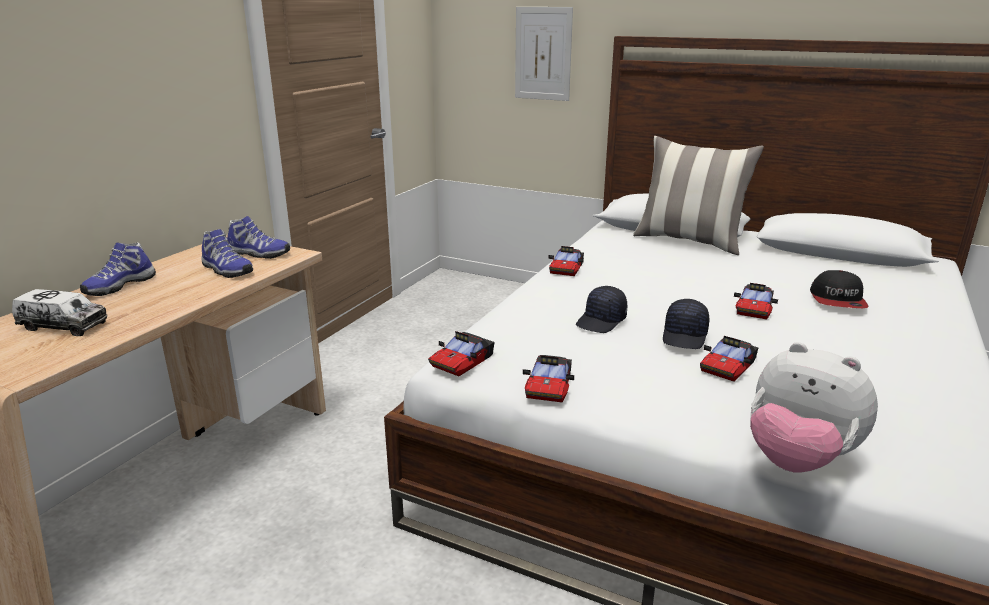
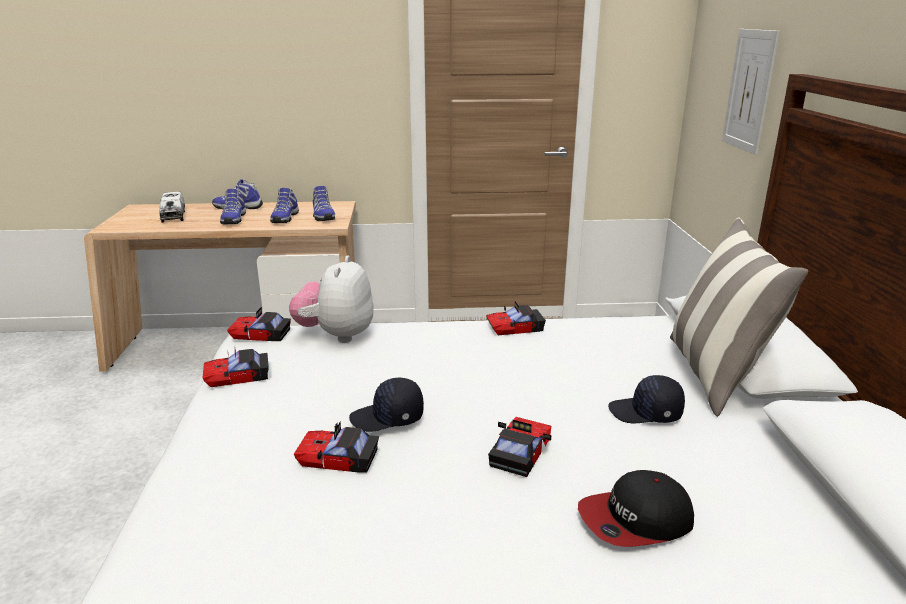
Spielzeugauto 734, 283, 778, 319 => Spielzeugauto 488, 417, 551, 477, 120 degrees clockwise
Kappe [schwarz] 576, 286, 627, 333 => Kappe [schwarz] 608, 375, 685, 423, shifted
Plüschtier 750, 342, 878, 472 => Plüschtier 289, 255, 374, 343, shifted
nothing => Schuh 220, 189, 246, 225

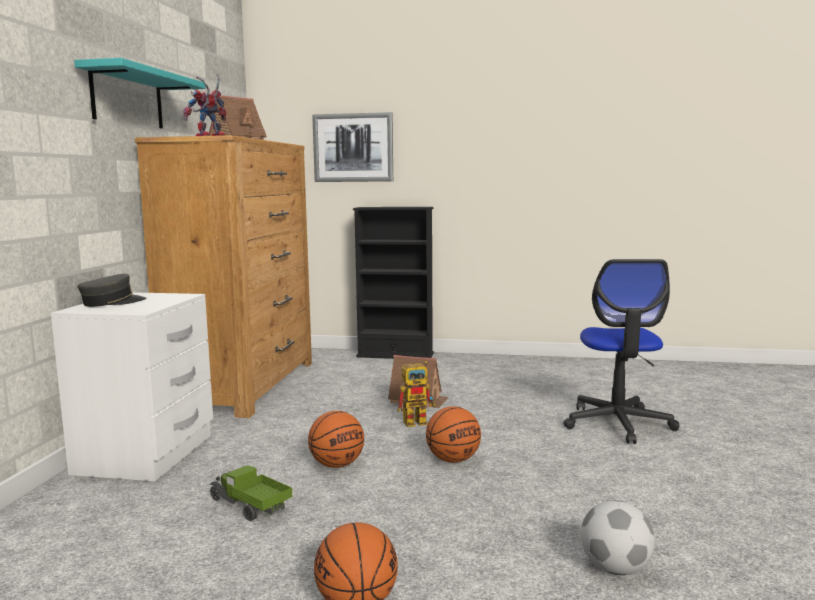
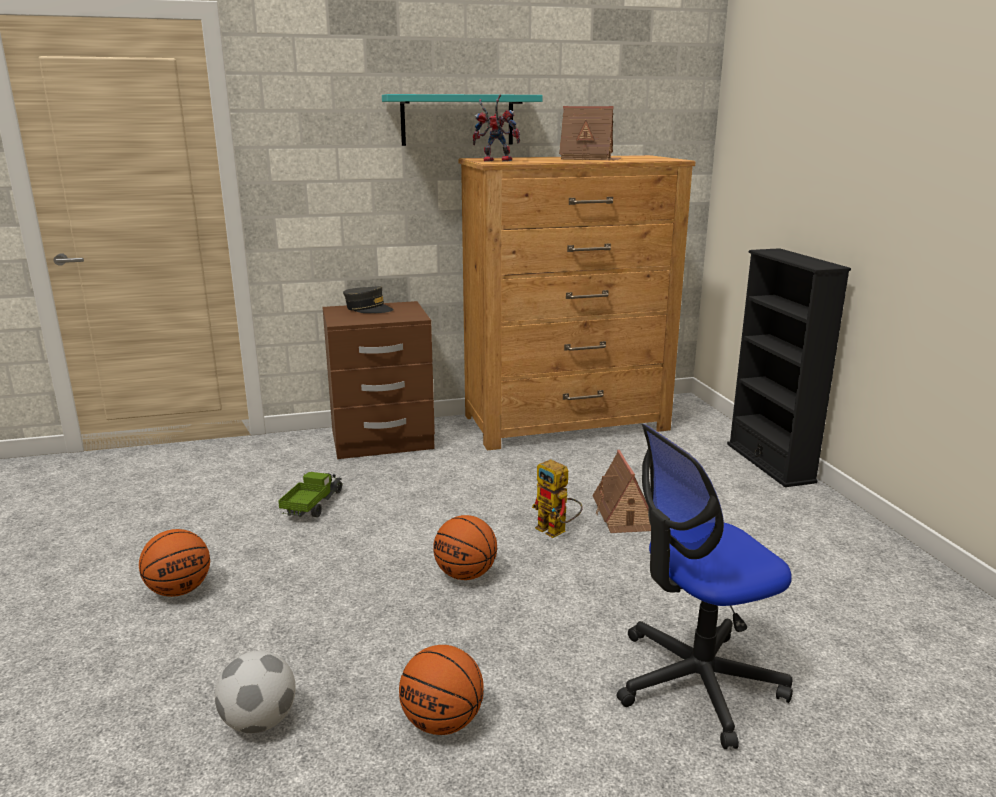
Bild 312, 112, 393, 182 => nothing
Nachttisch [weiß] 51, 292, 213, 481 => Nachttisch [braun] 323, 301, 435, 459
Basketball 308, 411, 364, 468 => Basketball 399, 645, 484, 735, shifted

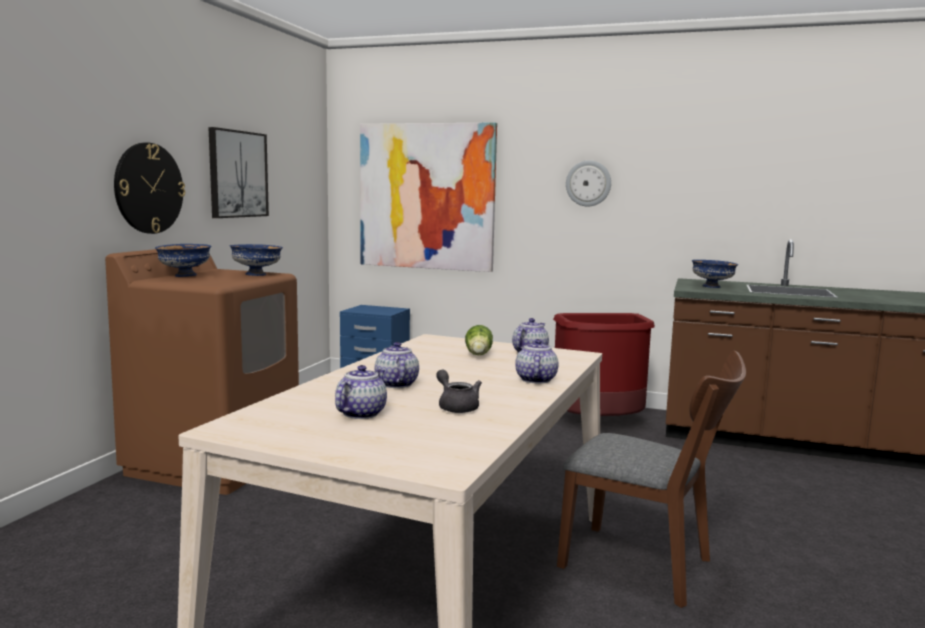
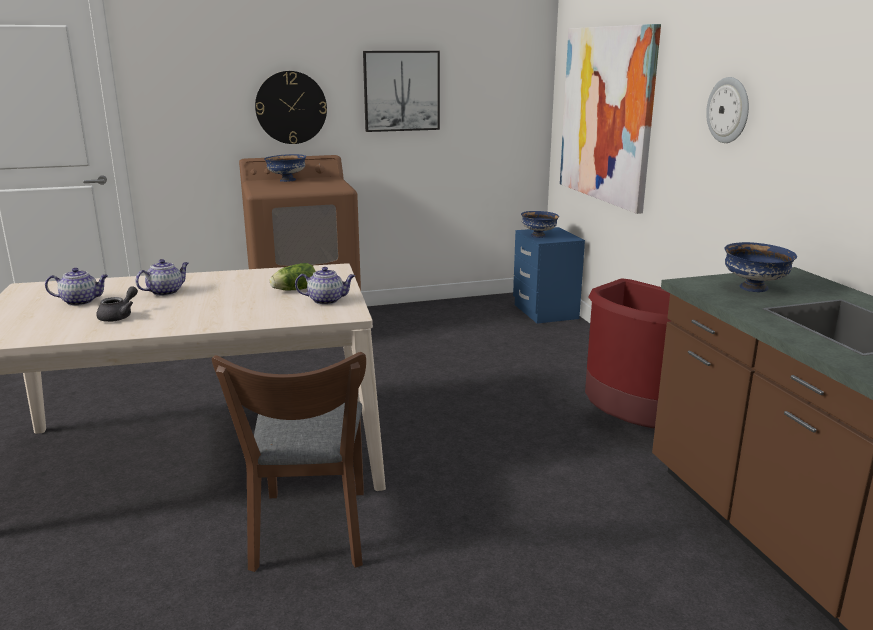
Schüssel [blau] 230, 244, 283, 276 => Schüssel [blau] 521, 211, 559, 238, shifted
Teekanne 515, 339, 558, 384 => nothing

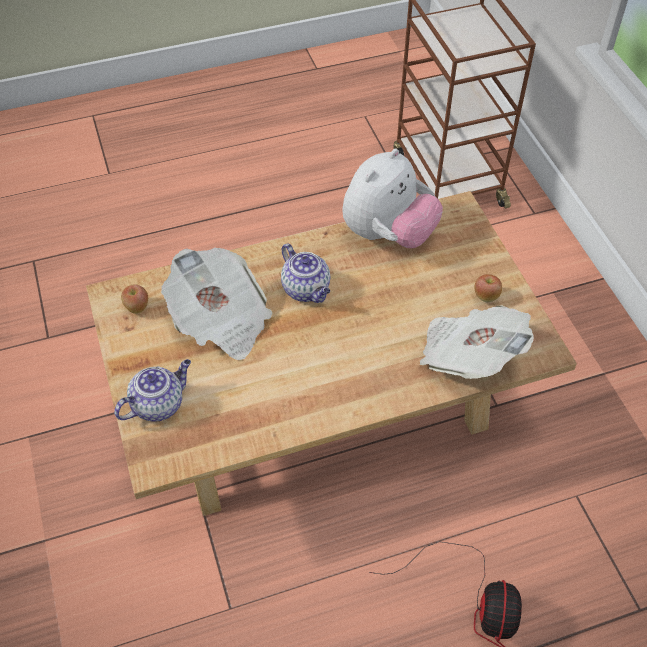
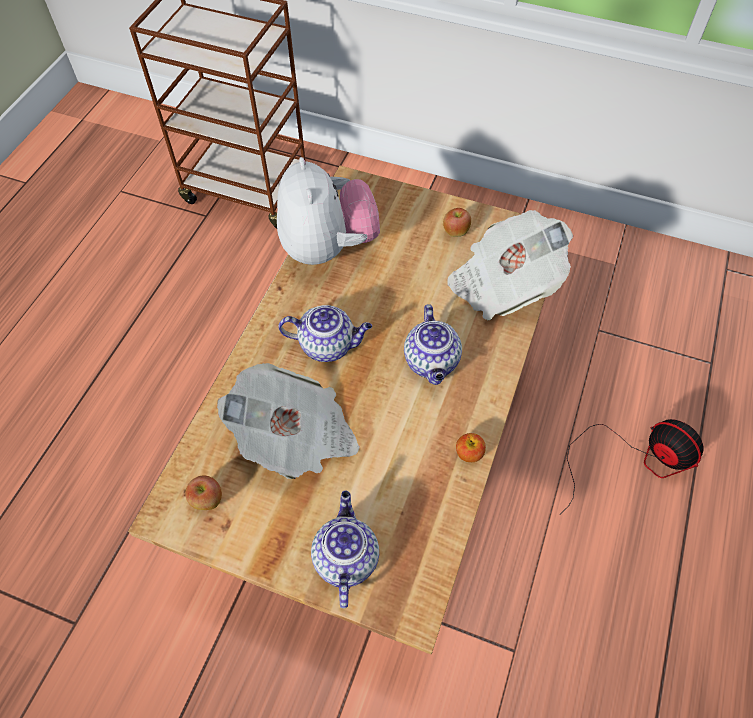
nothing => Teekanne 404, 304, 462, 385
nothing => Apfel 456, 433, 486, 462

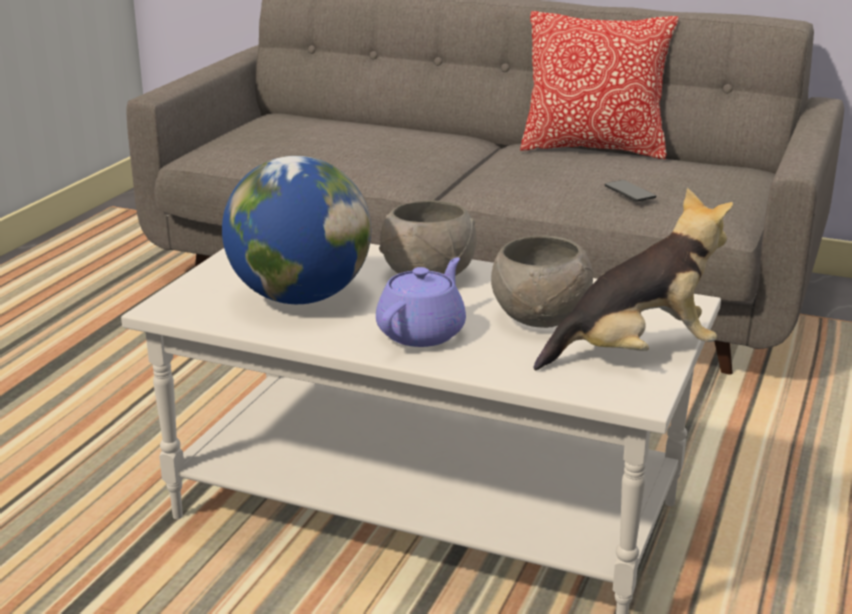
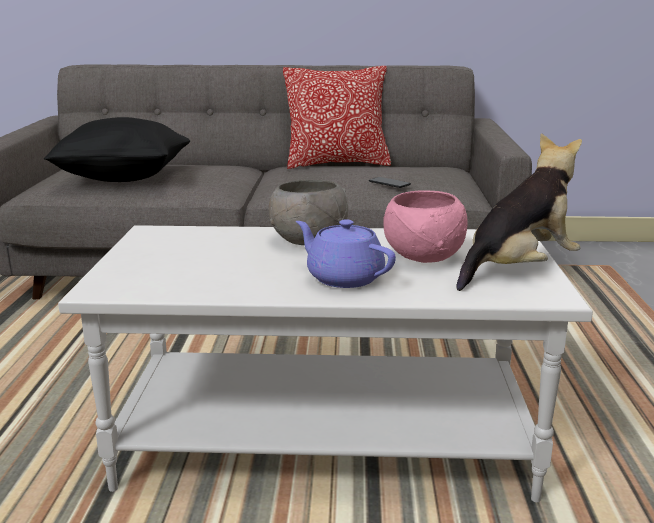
Globus 222, 156, 371, 304 => nothing
Schüssel [grau] 491, 236, 593, 328 => Schüssel [rosa] 383, 190, 468, 263
Teekanne [lila] 376, 257, 466, 347 => Teekanne [lila] 296, 220, 396, 288, 60 degrees counterclockwise
nothing => Kissen [schwarz] 43, 117, 190, 182

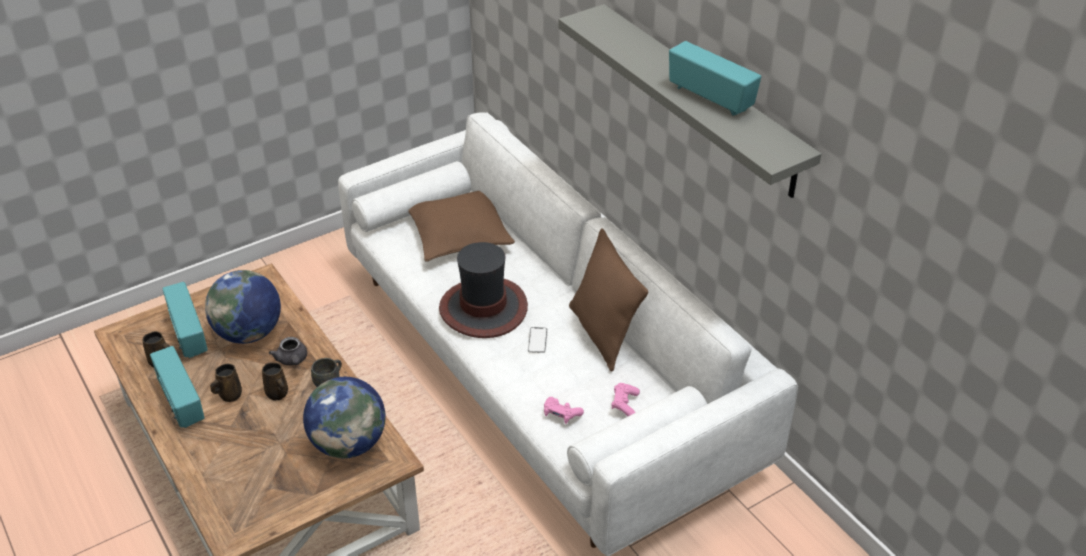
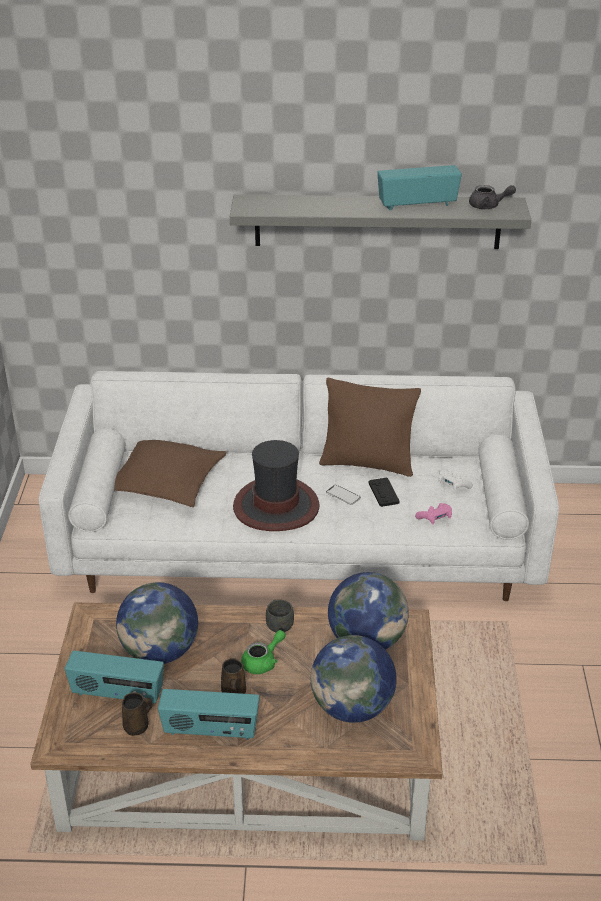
Teekanne [grau] 269, 337, 307, 366 => Teekanne [grau] 469, 185, 516, 209, shifted
Henkelbecher [braun] 262, 362, 288, 400 => Teekanne [grün] 241, 630, 286, 674
Gamepad [rosa] 611, 383, 640, 416 => Gamepad [weiß] 438, 469, 473, 491
nothing => Gamepad [schwarz] 368, 478, 400, 507
nothing => Globus 311, 635, 397, 723

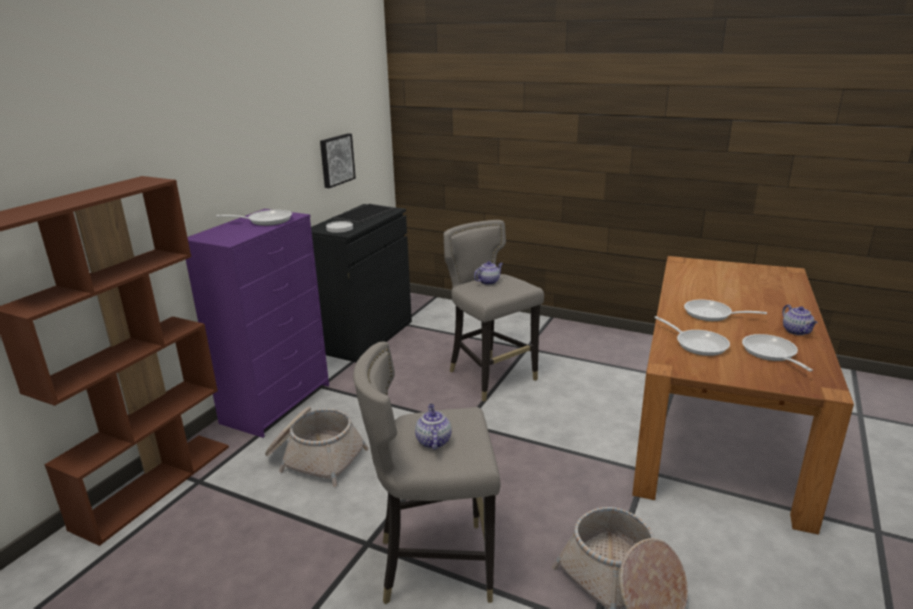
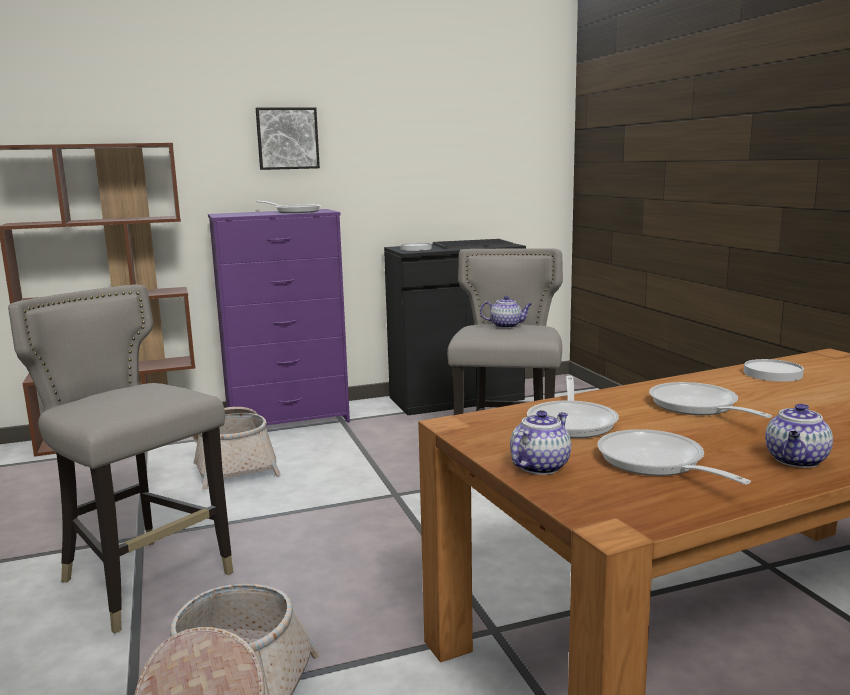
Bild 320, 133, 356, 188 => Bild 256, 108, 320, 170, shifted
Pfanne 742, 334, 813, 371 => Pfanne 597, 429, 751, 485, 60 degrees counterclockwise
Teekanne 415, 404, 452, 450 => Teekanne 510, 410, 571, 475, shifted
nothing => Teller [weiß] 744, 359, 804, 382

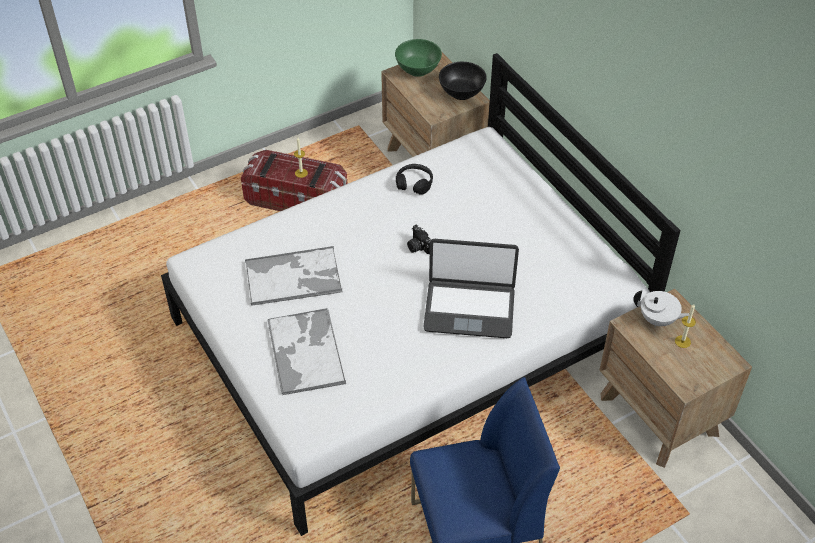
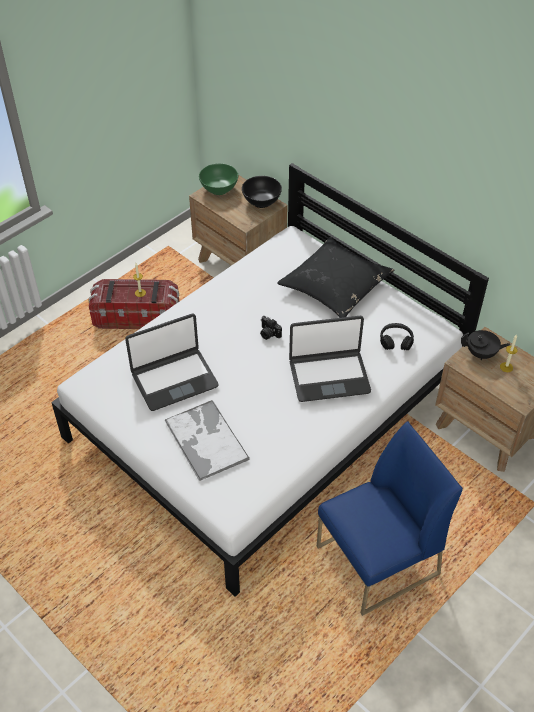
Kopfhörer [schwarz] 396, 164, 433, 195 => Kopfhörer [schwarz] 380, 323, 414, 350, shifted
Tablett 245, 246, 342, 306 => Laptop 125, 314, 218, 411
Teekanne [weiß] 633, 290, 689, 327 => Teekanne [schwarz] 461, 330, 510, 360
nothing => Kissen [schwarz] 277, 237, 394, 318

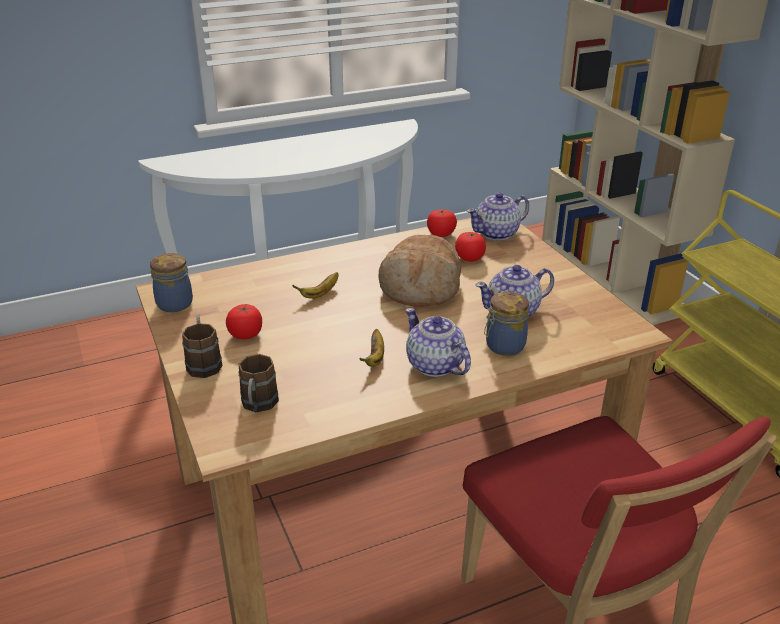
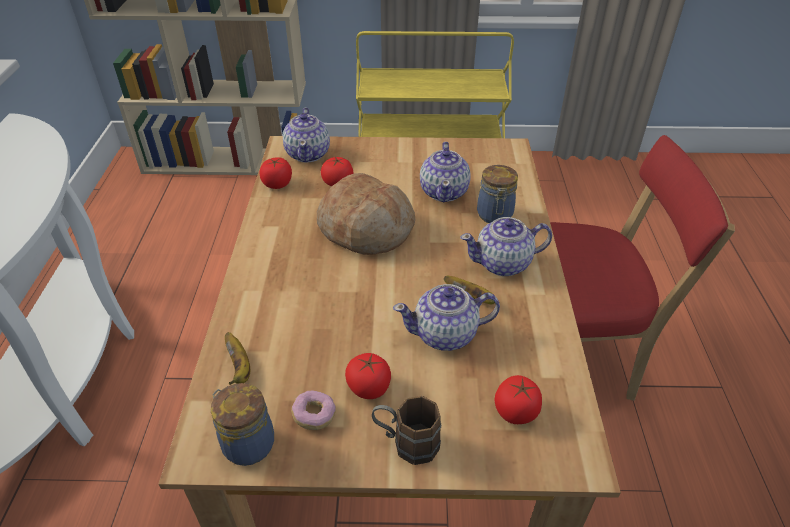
Banane 292, 272, 339, 299 => Banane 225, 332, 250, 385, shifted
Henkelbecher [braun] 238, 354, 279, 413 => Tomate 494, 375, 542, 424
nothing => Teekanne 393, 284, 500, 351
nothing => Donut 291, 391, 336, 430

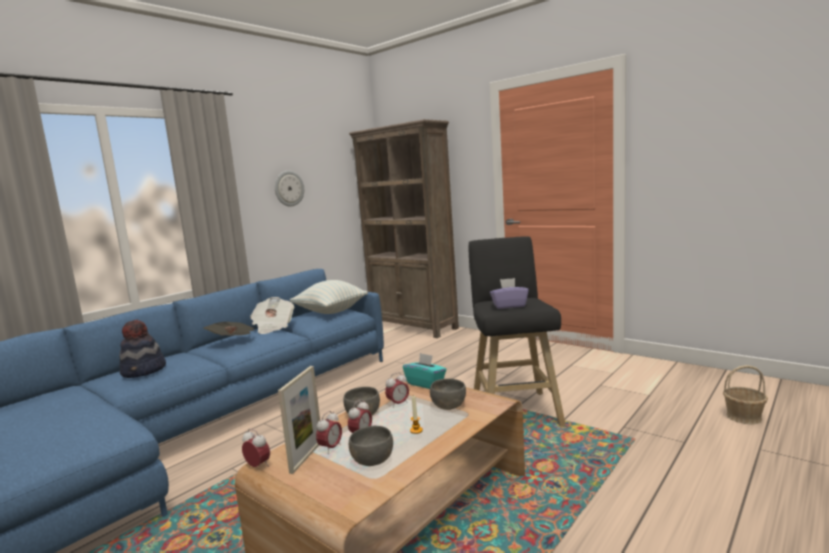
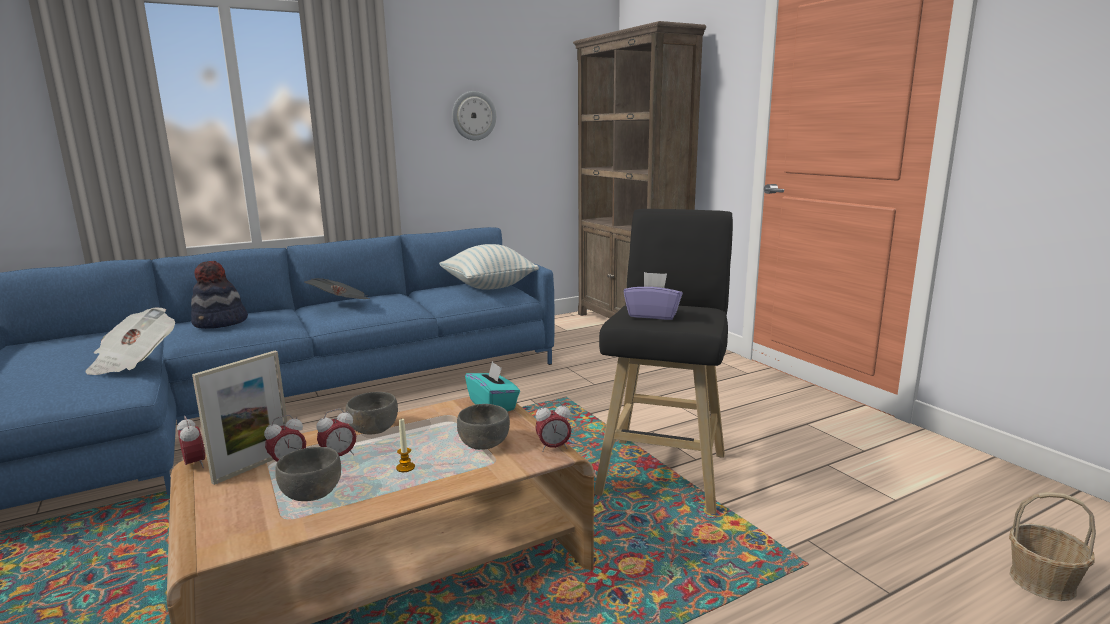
Zeitung 250, 297, 294, 334 => Zeitung 86, 307, 175, 375, shifted
Wecker 385, 372, 409, 408 => Wecker 535, 401, 572, 452, shifted

